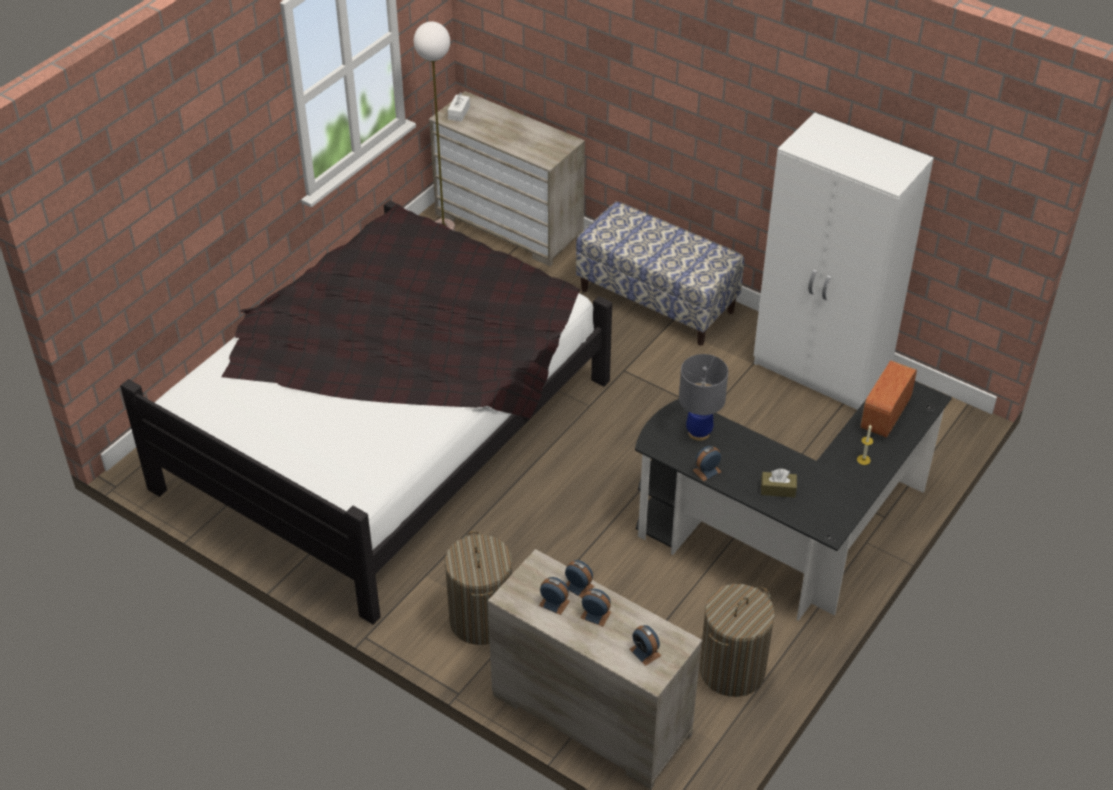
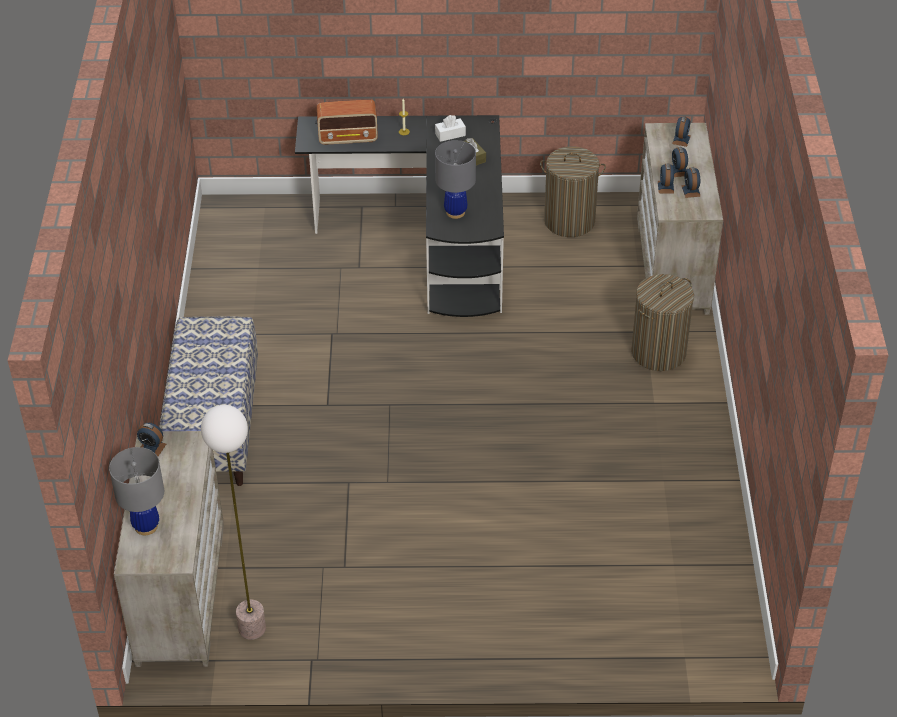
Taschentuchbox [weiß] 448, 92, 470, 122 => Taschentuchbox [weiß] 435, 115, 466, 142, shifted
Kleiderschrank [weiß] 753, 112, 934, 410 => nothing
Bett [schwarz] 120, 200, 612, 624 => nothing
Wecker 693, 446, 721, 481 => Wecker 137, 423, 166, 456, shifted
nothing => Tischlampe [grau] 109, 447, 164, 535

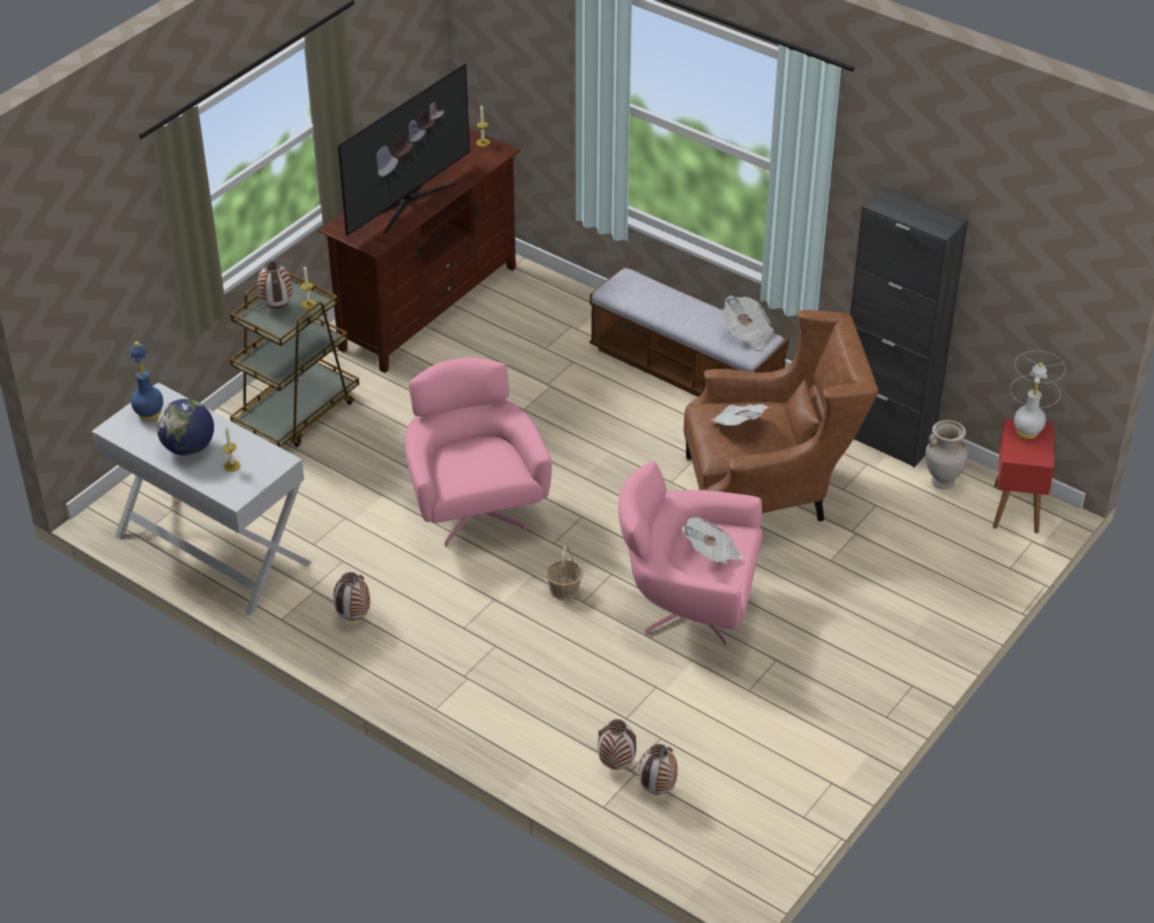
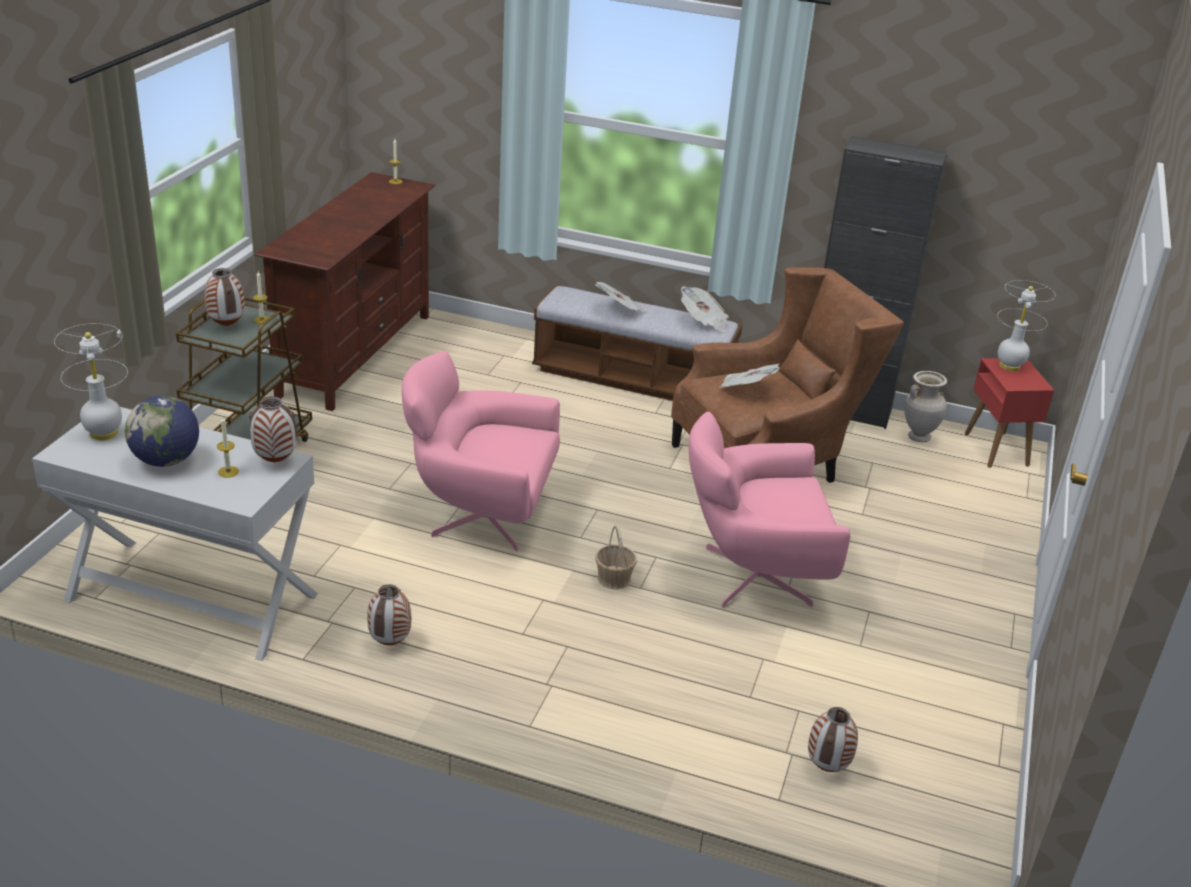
Fernseher 338, 64, 470, 236 => nothing
Tischlampe [blau] 111, 330, 168, 421 => Tischlampe [weiß] 54, 323, 128, 440
Sessel [rosa] 405, 358, 552, 546 => Sessel [rosa] 402, 351, 560, 552, 45 degrees counterclockwise
Zeitung 681, 517, 743, 563 => Zeitung 595, 282, 647, 311, shifted
Vase 598, 719, 636, 770 => Vase 249, 396, 297, 462, shifted

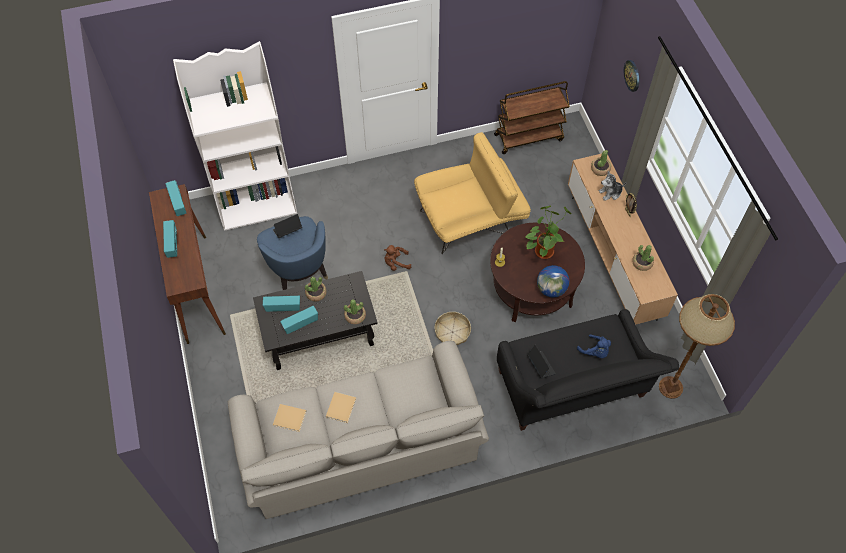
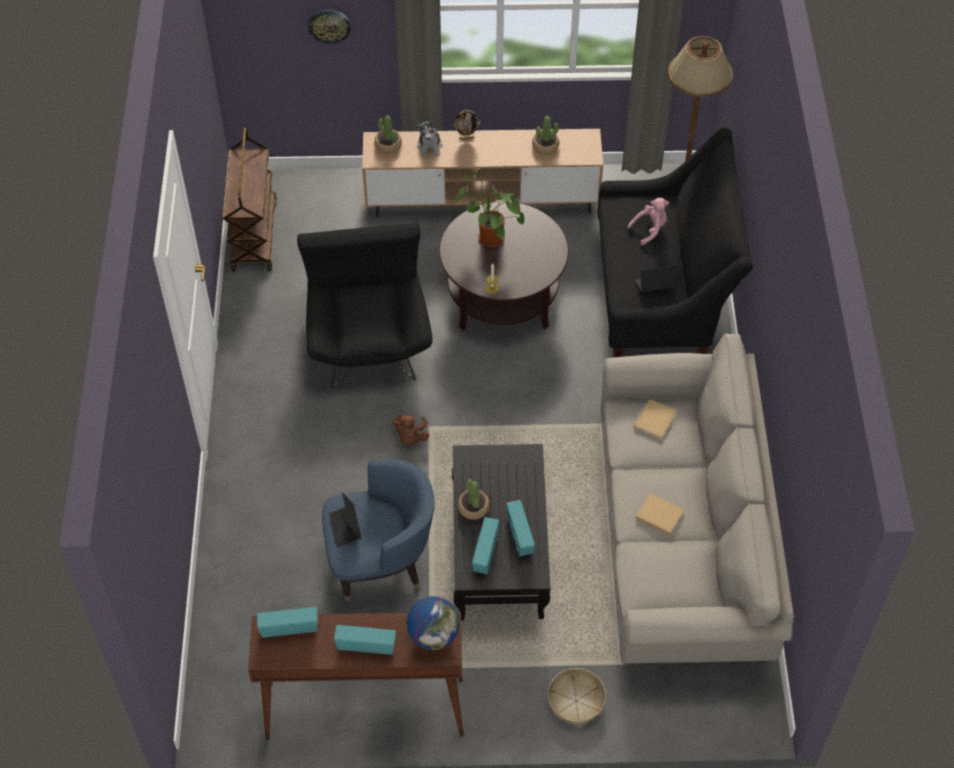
Bücherregal [weiß] 173, 41, 297, 231 => nothing
Sessel [gelb] 414, 132, 531, 254 => Sessel [schwarz] 297, 223, 433, 389
Globus 537, 265, 569, 298 => Globus 406, 596, 460, 650, shifted
Topfpflanze 344, 299, 366, 324 => nothing
Korb 435, 312, 471, 345 => Korb 548, 668, 606, 726, shifted
Plüschtier [blau] 577, 334, 611, 358 => Plüschtier [rosa] 627, 198, 669, 245
Buch [beige] 273, 404, 306, 432 => Buch [beige] 633, 399, 677, 440, shifted

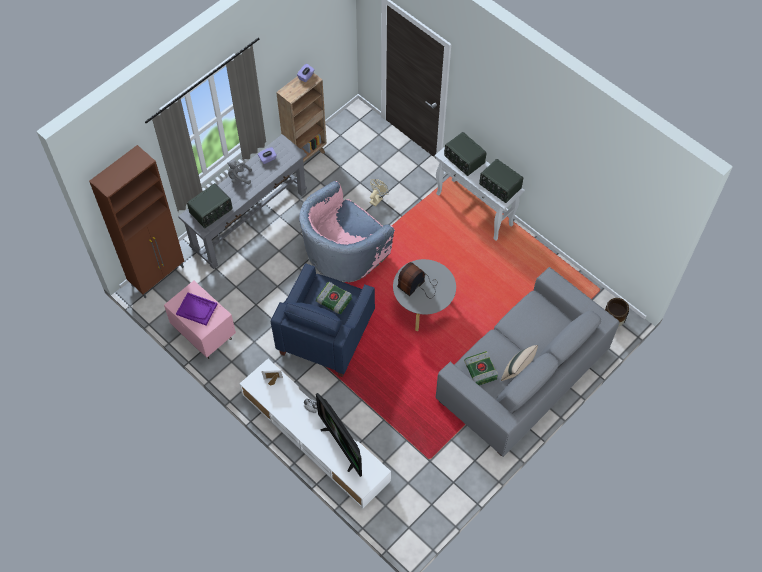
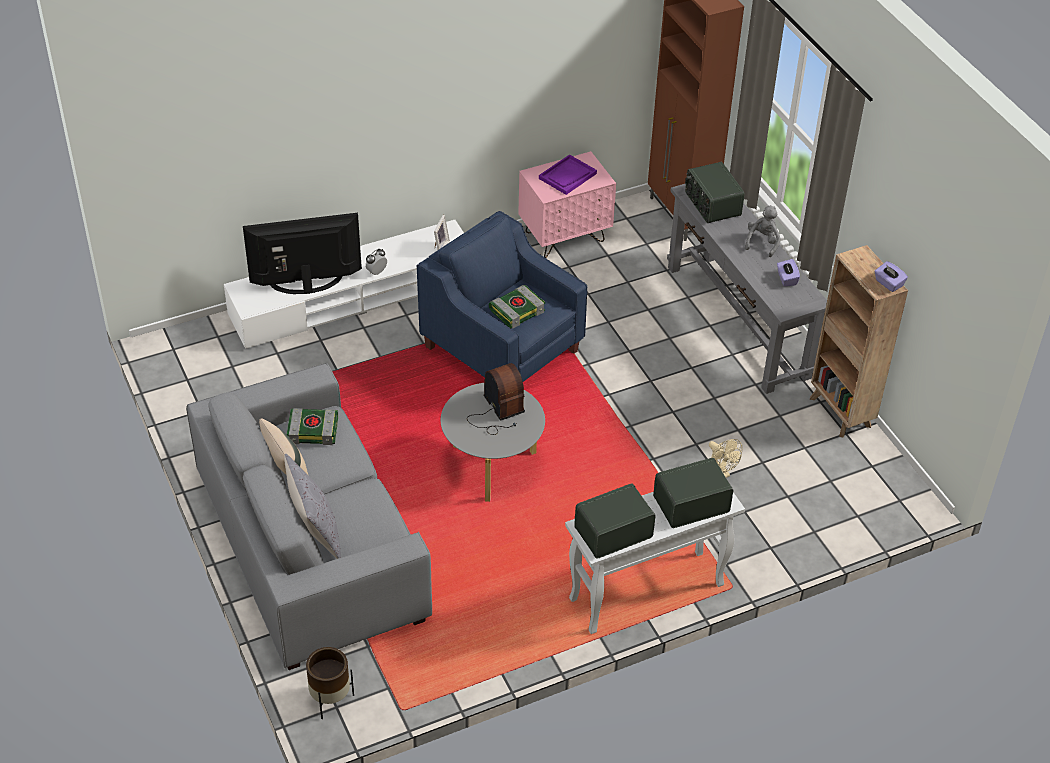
Sessel [rosa] 299, 181, 395, 283 => nothing
nothing => Kissen [grau] 284, 454, 341, 559

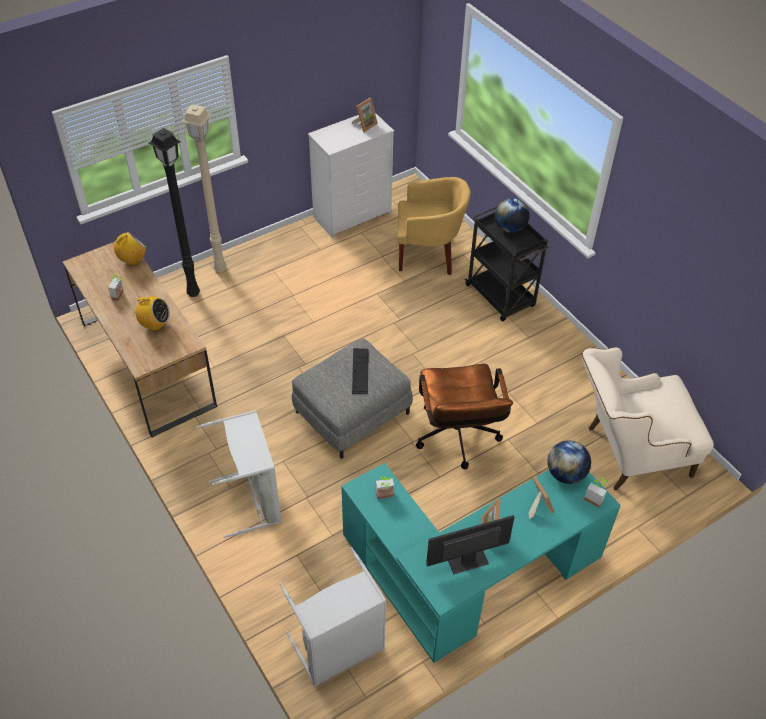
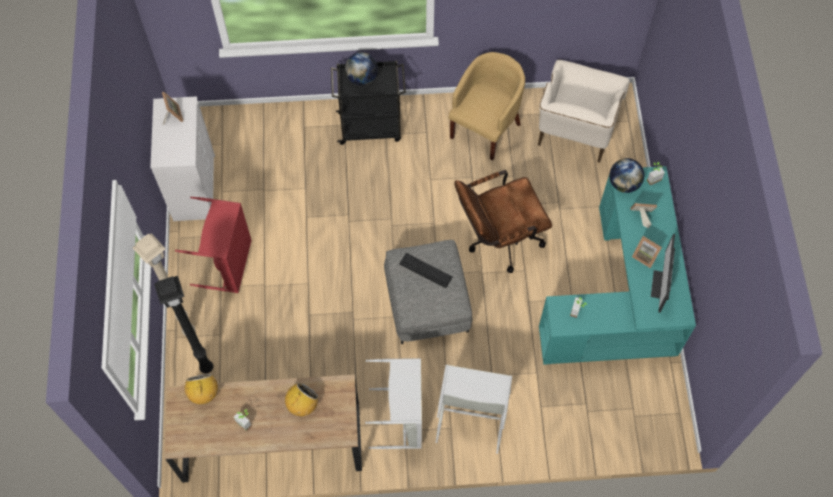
Sessel [gelb] 397, 177, 471, 275 => Sessel [gelb] 449, 52, 525, 160, shifted
Bürostuhl [braun] 416, 364, 513, 469 => Bürostuhl [braun] 454, 170, 552, 273, 135 degrees clockwise
Wäschekorb [grau] 279, 547, 387, 687 => Wäschekorb [grau] 365, 358, 422, 449, shifted
nothing => Wäschekorb [rot] 175, 196, 252, 293

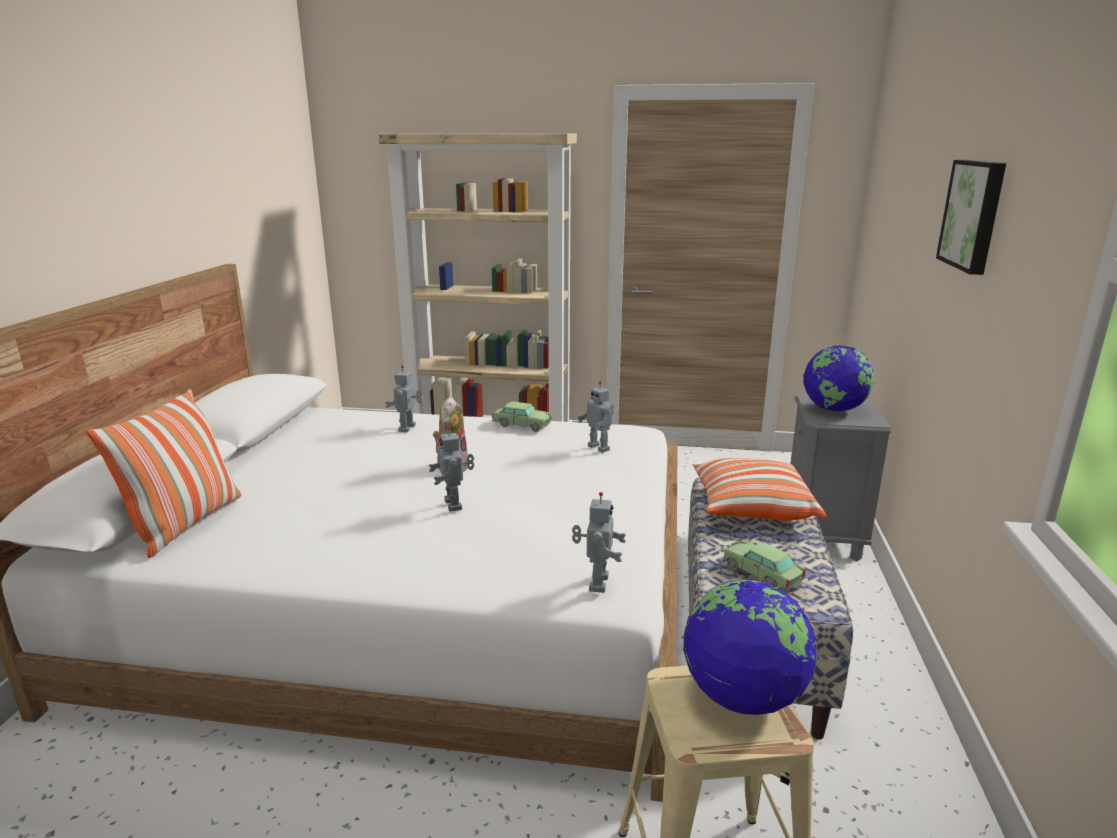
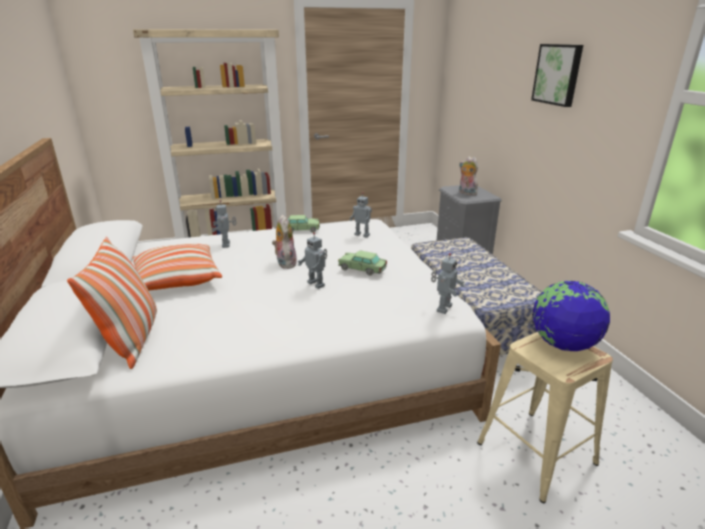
Globus 803, 345, 874, 412 => Plüschtier 459, 156, 478, 195
Kissen 693, 458, 826, 521 => Kissen 132, 244, 222, 290, shifted
Spielzeugroboter 572, 492, 626, 593 => Spielzeugroboter 431, 253, 465, 314, 45 degrees clockwise
Spielzeugauto 723, 540, 806, 591 => Spielzeugauto 338, 250, 387, 276, shifted

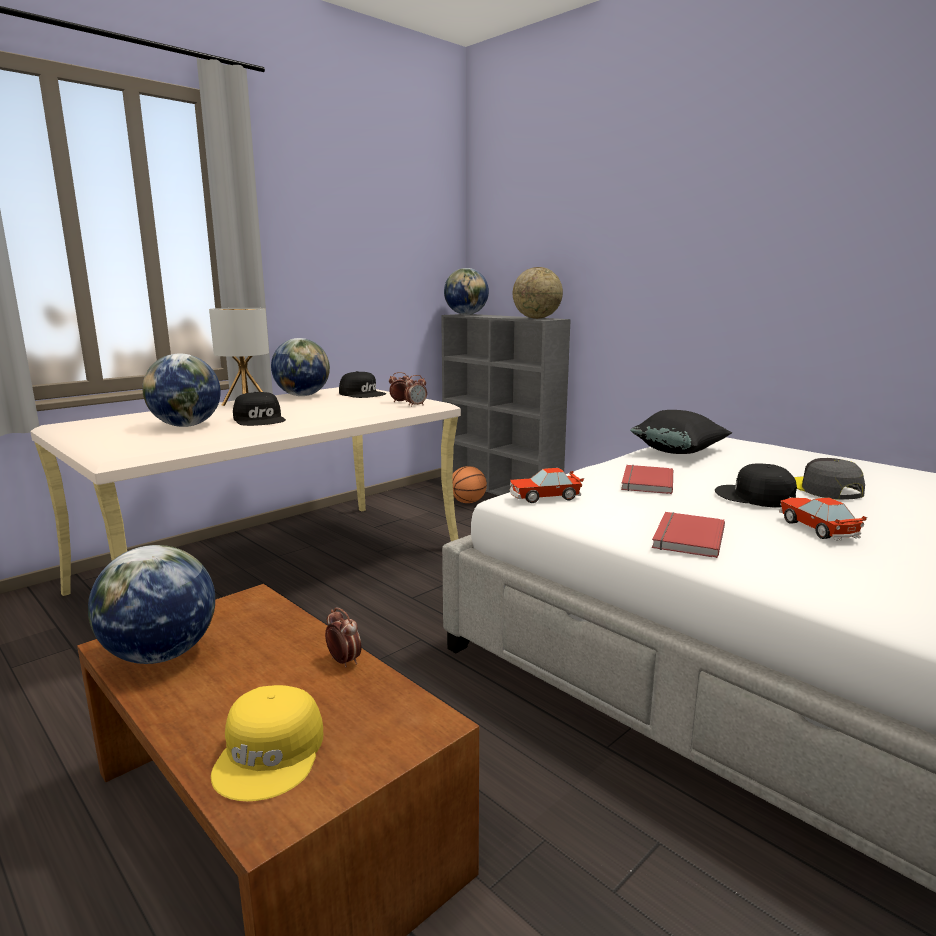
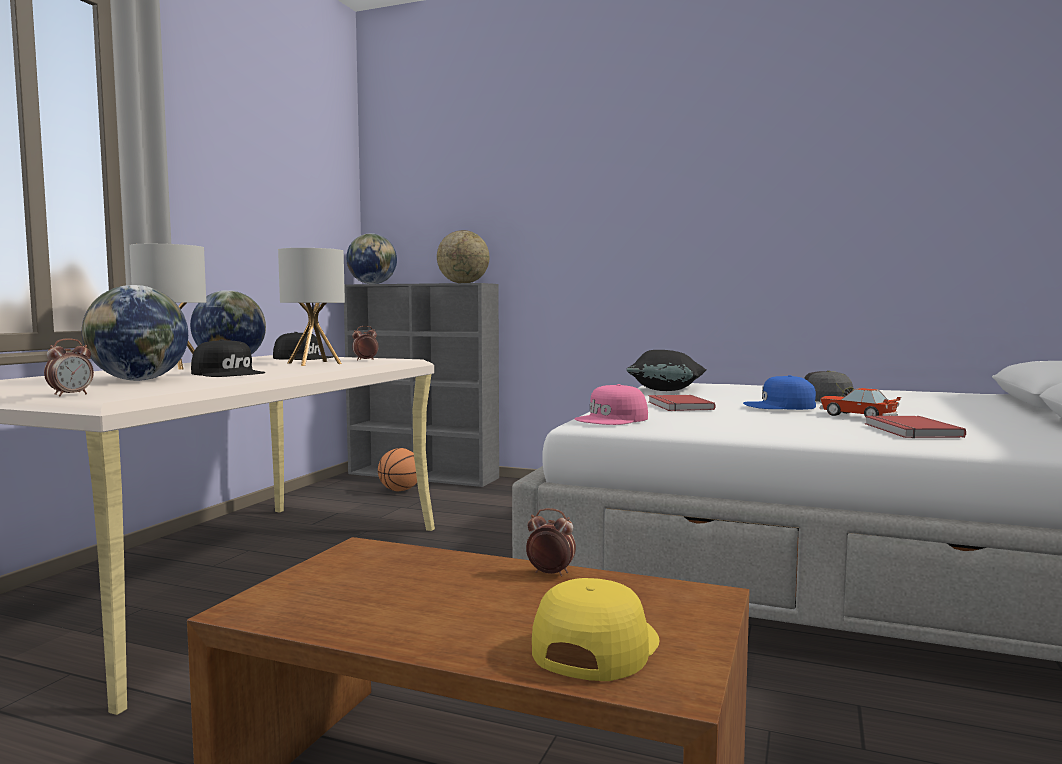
Wecker 404, 375, 427, 407 => Wecker 44, 338, 94, 396, shifted
Kappe [schwarz] 715, 463, 797, 507 => Kappe [blau] 743, 375, 816, 410
Spielzeugauto 509, 468, 584, 503 => Kappe [rosa] 575, 384, 648, 425
Buch [rot] 652, 512, 725, 558 => Buch [rot] 865, 415, 966, 438, shifted
Globus 88, 545, 215, 664 => nothing
Kappe [gelb] 211, 685, 323, 801 => Kappe [gelb] 532, 578, 660, 681, 135 degrees counterclockwise
nothing => Tischlampe 278, 248, 345, 366

